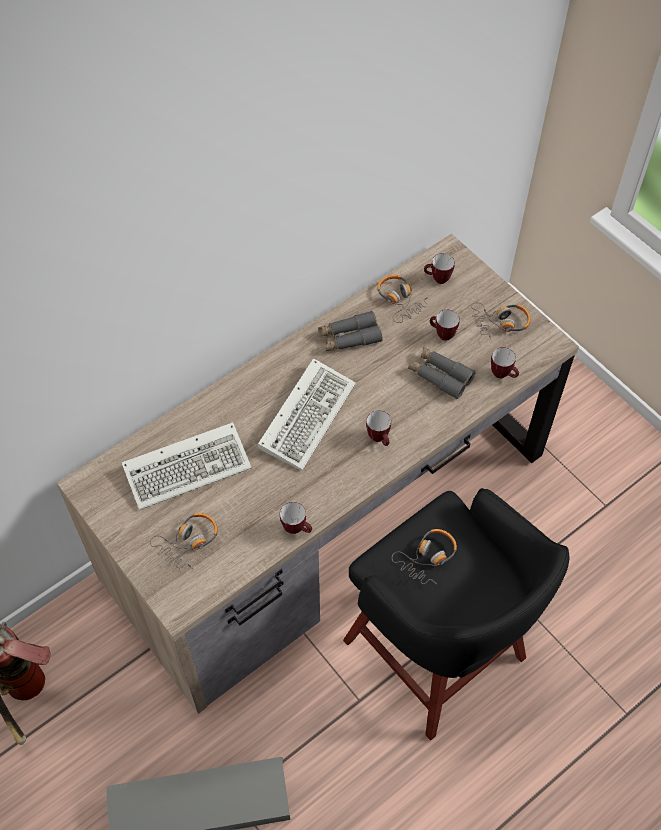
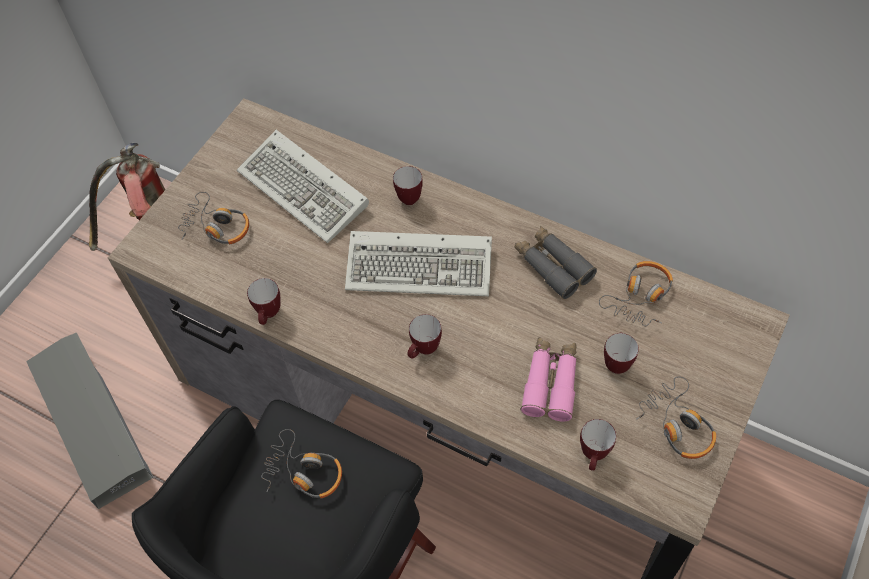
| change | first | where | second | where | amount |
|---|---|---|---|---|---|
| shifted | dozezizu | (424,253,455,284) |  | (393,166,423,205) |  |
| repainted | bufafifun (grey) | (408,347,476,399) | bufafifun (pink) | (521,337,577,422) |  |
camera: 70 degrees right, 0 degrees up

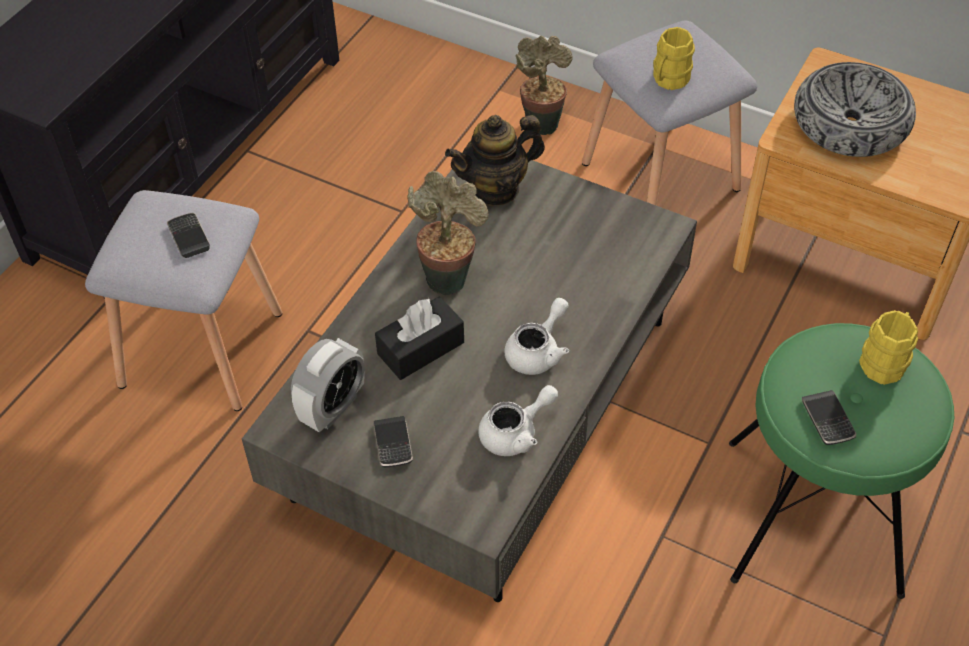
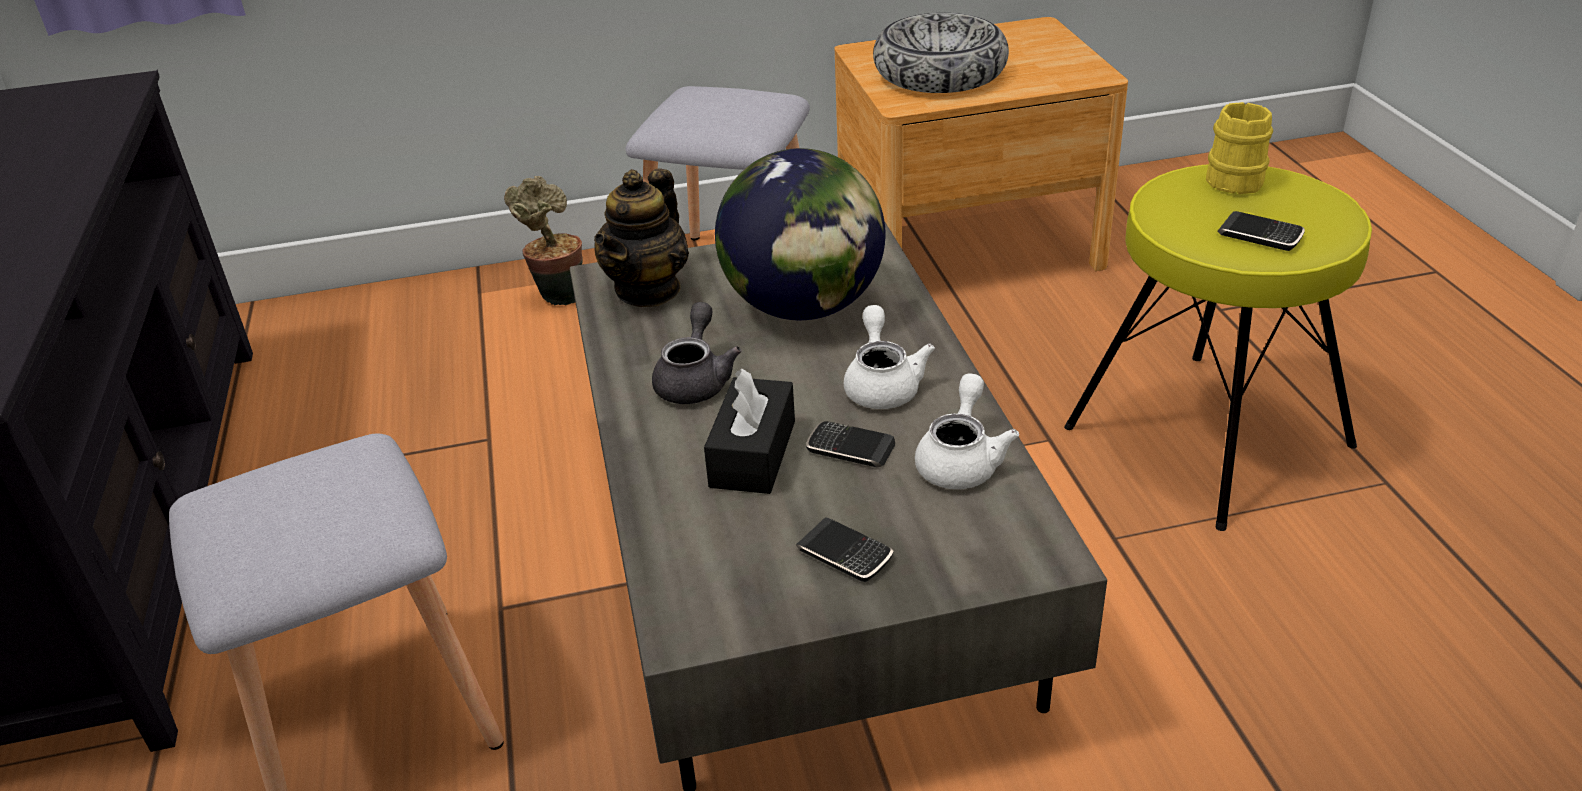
| change | first | where | second | where | amount |
|---|---|---|---|---|---|
| gone | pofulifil | (291,338,365,433) |  |  |  |
| gone | dozezizu (yellow) | (653,27,695,90) |  |  |  |
| new |  |  | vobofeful | (715,148,885,320) |  |
| shifted | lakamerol | (167,213,210,258) |  | (806,421,895,468) |  |
| swapped | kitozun | (407,171,489,295) | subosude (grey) | (652,302,742,404) |  |
| repainted | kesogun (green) | (729,323,954,599) | kesogun (yellow) | (1064,164,1372,531) |  |
camera: 40 degrees left, 15 degrees down

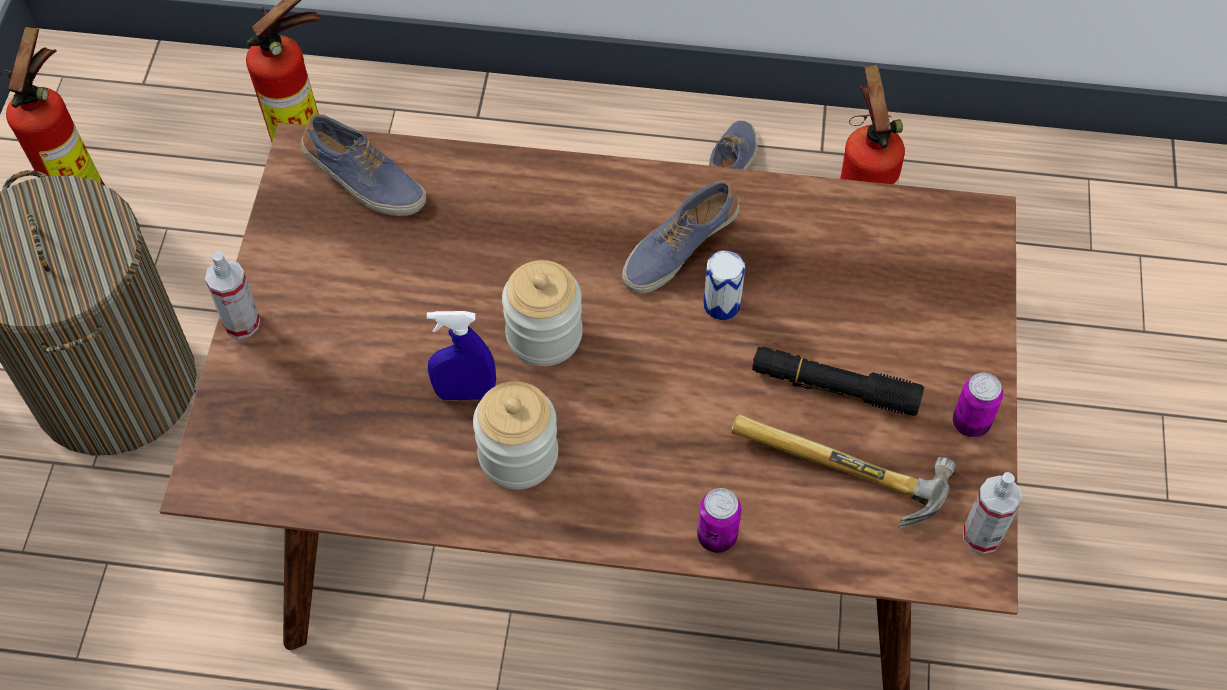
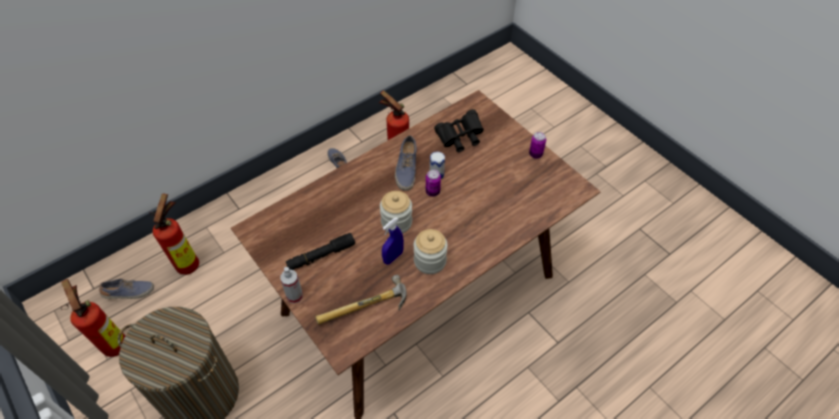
| change | first | where | second | where | amount |
|---|---|---|---|---|---|
| gone | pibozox | (963,472,1022,554) |  |  |  |
| new |  |  | bufafifun (black) | (434,109,484,152) |  |
| shifted | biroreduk | (301,114,426,216) |  | (99,279,154,299) |  |
| shifted | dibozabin | (697,488,741,553) |  | (426,169,441,197) |  |
| shifted | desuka | (731,414,956,529) |  | (315,275,407,325) |  |
| shifted | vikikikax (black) | (752,347,924,416) |  | (286,233,355,270) |  |
camera: 45 degrees left, 5 degrees down

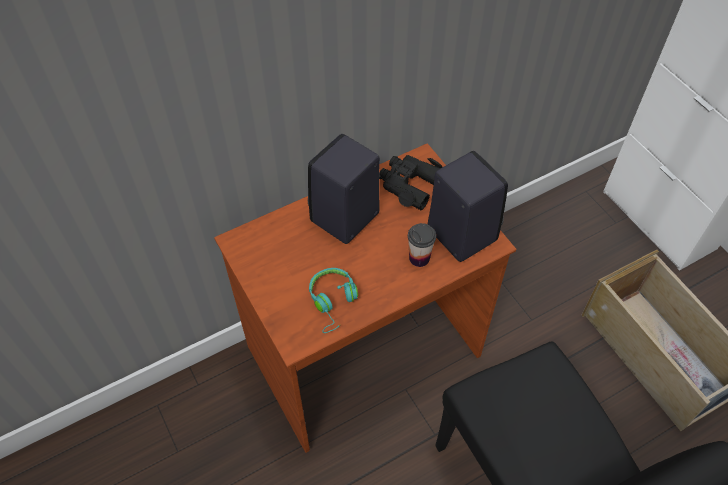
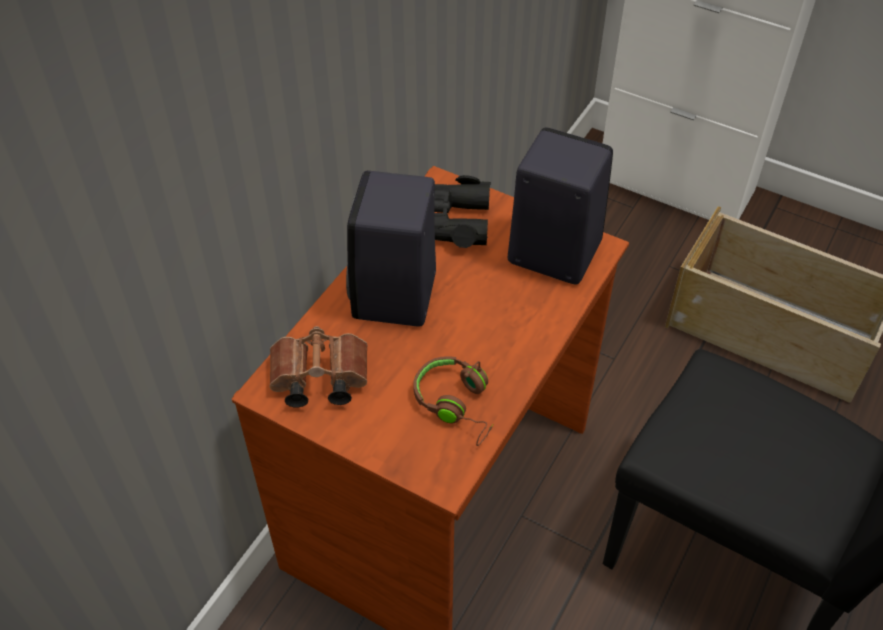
| change | first | where | second | where | amount |
|---|---|---|---|---|---|
| gone | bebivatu | (408,223,436,267) |  |  |  |
| new |  |  | bufafifun (brown) | (270,326,368,408) |  |
| repainted | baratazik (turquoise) | (309,268,358,333) | baratazik (brown) | (413,356,493,446) |  |
camera: 30 degrees left, 5 degrees down

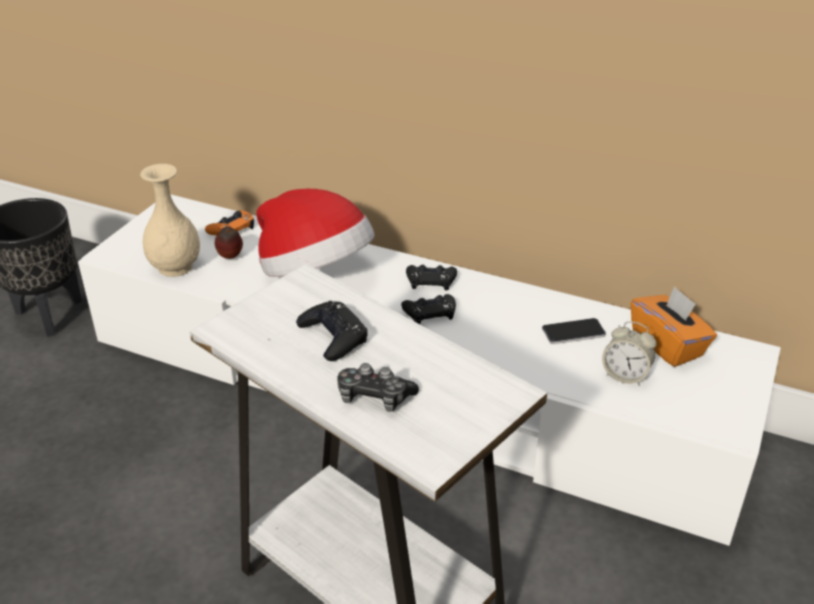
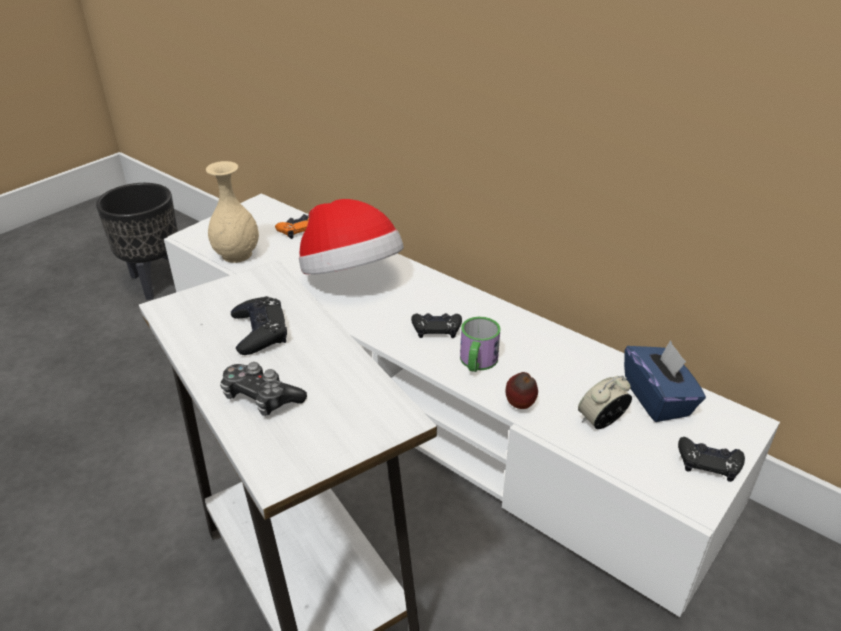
| change | first | where | second | where | amount |
|---|---|---|---|---|---|
| gone | lakamerol | (542,318,606,344) |  |  |  |
| new |  |  | dozezizu | (460,317,501,372) |  |
| shifted | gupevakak | (215,226,243,259) |  | (505,372,538,409) |  |
| shifted | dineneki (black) | (406,264,457,291) |  | (678,437,745,482) |  |
| repainted | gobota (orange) | (631,286,717,367) | gobota (blue) | (624,340,706,422) |  |
| rotated | pofulifil | (602,321,657,386) |  | (578,375,632,429) | 105 degrees clockwise |
camera: 15 degrees right, 0 degrees up

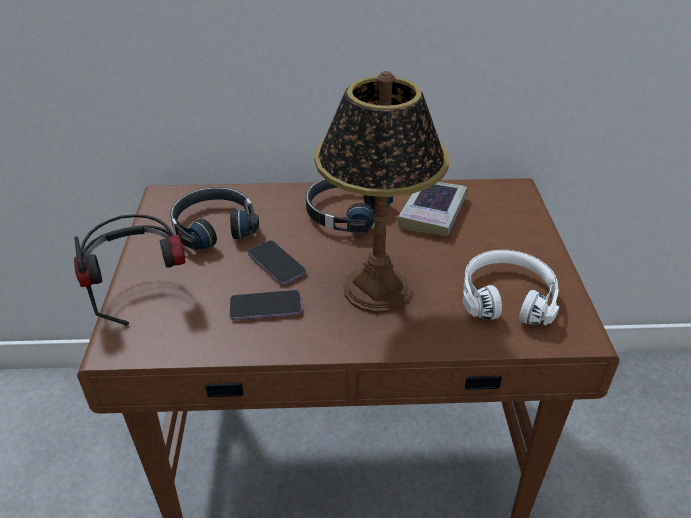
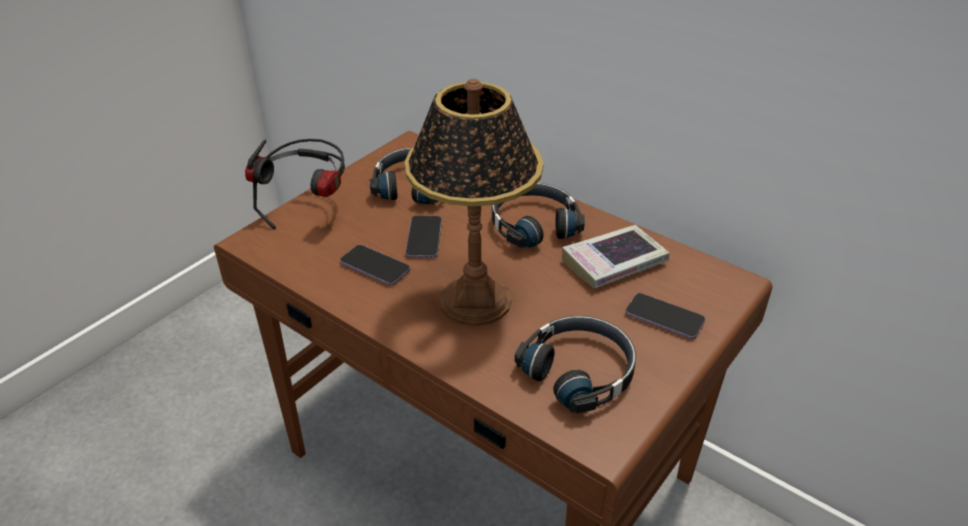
| change | first | where | second | where | amount |
|---|---|---|---|---|---|
| new |  |  | lakamerol | (625,293,705,339) |  |
| repainted | baratazik (white) | (463,250,560,325) | baratazik (black) | (515,316,636,413) |  |
camera: 40 degrees right, 0 degrees up

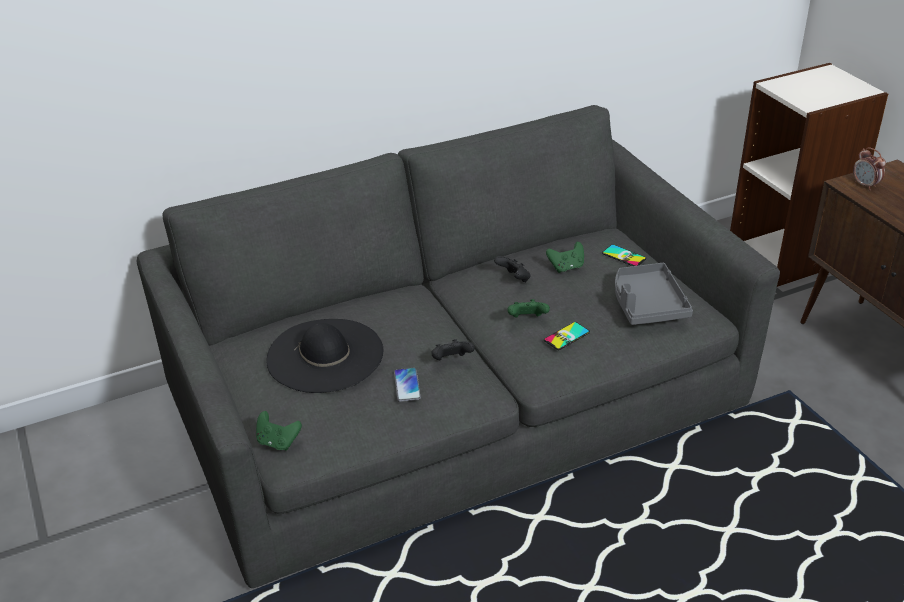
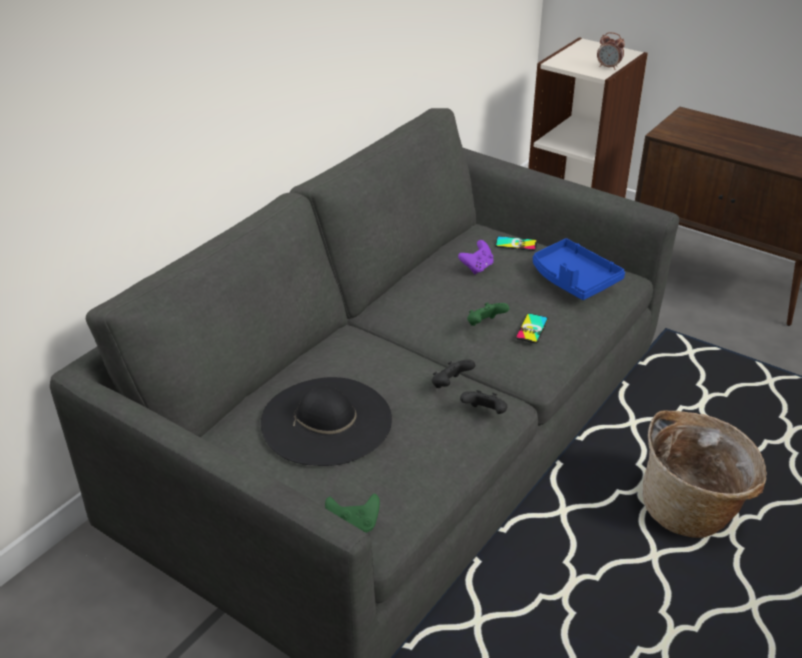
| change | first | where | second | where | amount |
|---|---|---|---|---|---|
| gone | lakamerol | (394,368,421,402) |  |  |  |
| new |  |  | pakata | (643,410,767,538) |  |
| shifted | dineneki (black) | (494,256,531,282) |  | (460,390,508,414) |  |
| shifted | pofulifil | (853,147,886,190) |  | (597,32,625,70) |  |
| repainted | dineneki (green) | (546,242,584,273) | dineneki (purple) | (458,240,494,274) |  |
| repainted | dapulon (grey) | (615,263,693,325) | dapulon (blue) | (533,238,625,300) |  |
camera: 30 degrees left, 0 degrees up

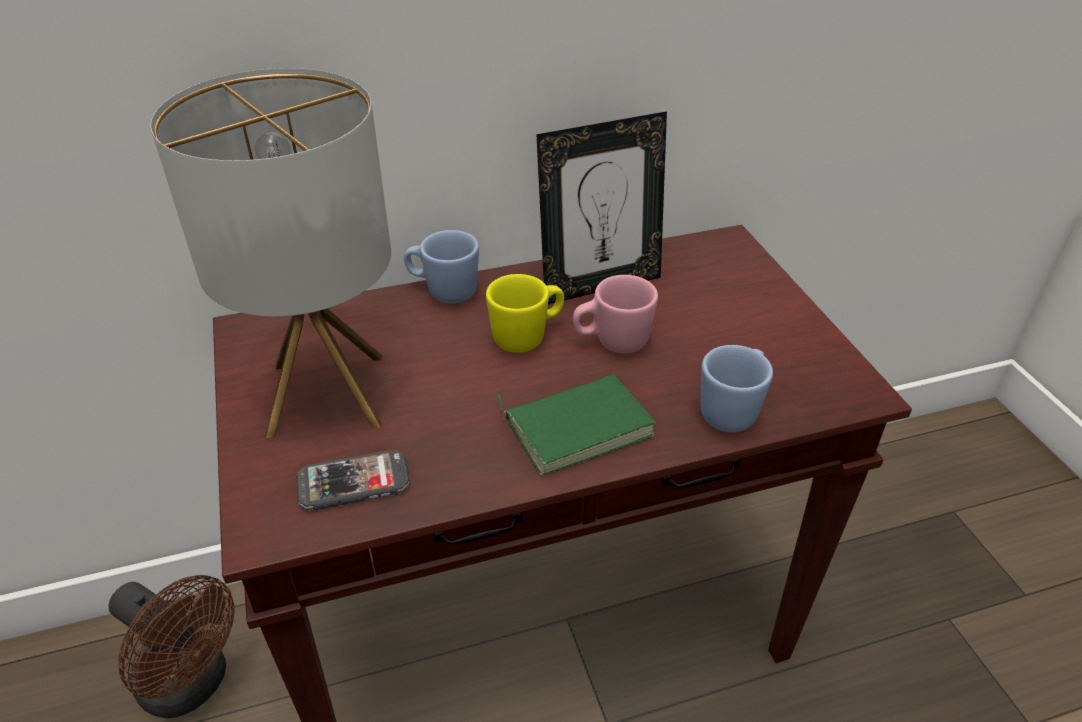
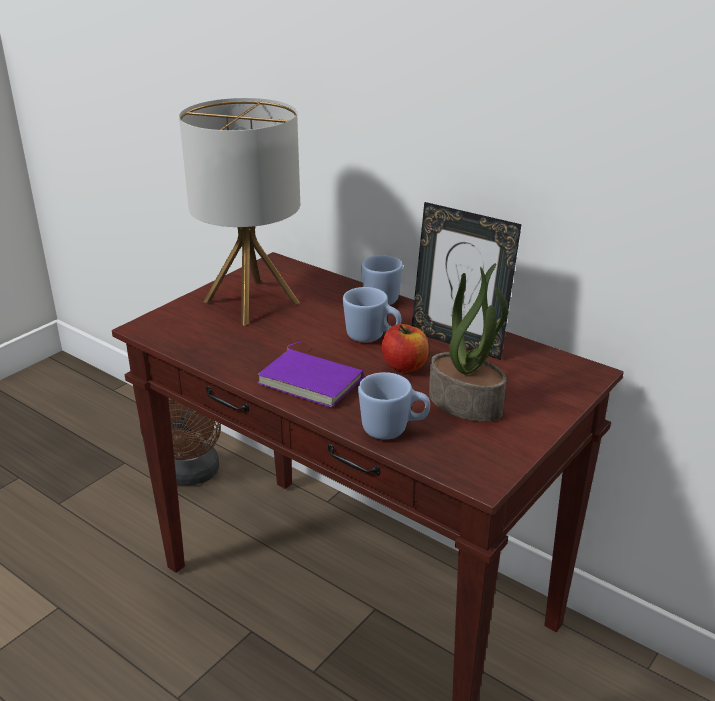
| change | first | where | second | where | amount |
|---|---|---|---|---|---|
| gone | lakamerol | (296,450,410,511) |  |  |  |
| new |  |  | kitozun | (429,263,509,422) |  |
| swapped | dozezizu (pink) | (573,275,658,353) | gupevakak | (382,324,429,372) |  |
| repainted | dozezizu (yellow) | (486,274,564,353) | dozezizu (blue) | (343,287,402,342) |  |
| repainted | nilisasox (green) | (496,374,656,475) | nilisasox (purple) | (257,342,363,408) |  |
camera: 55 degrees right, 10 degrees down

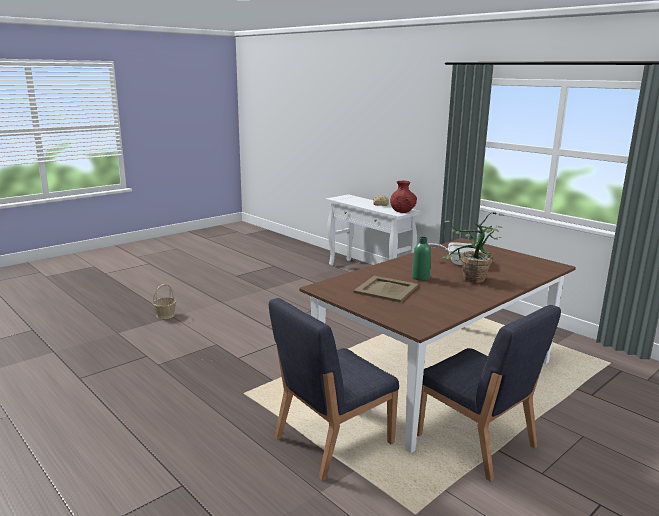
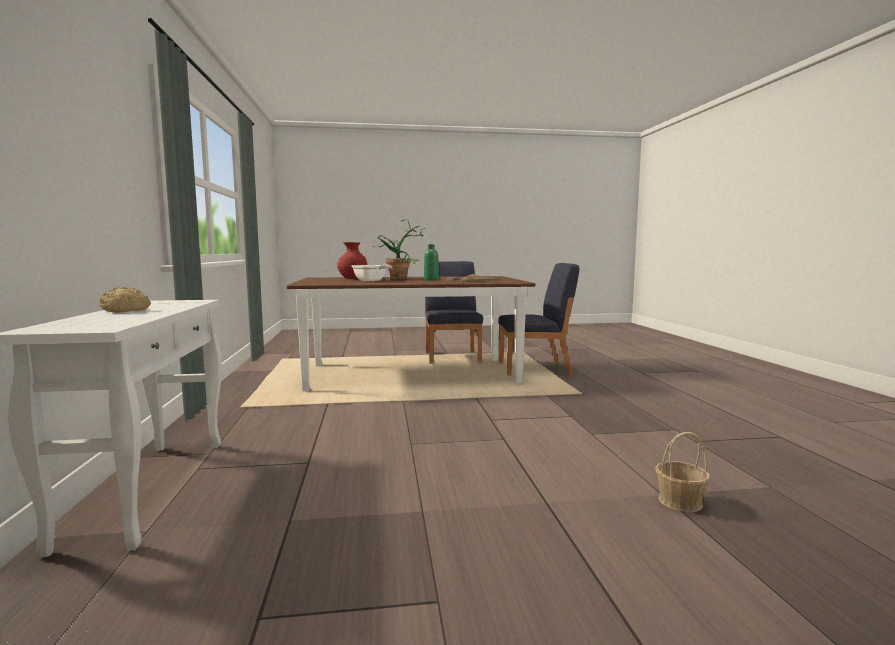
| change | first | where | second | where | amount |
|---|---|---|---|---|---|
| shifted | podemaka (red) | (390,181,417,213) |  | (337,242,367,279) |  |
camera: 145 degrees left, 10 degrees down

